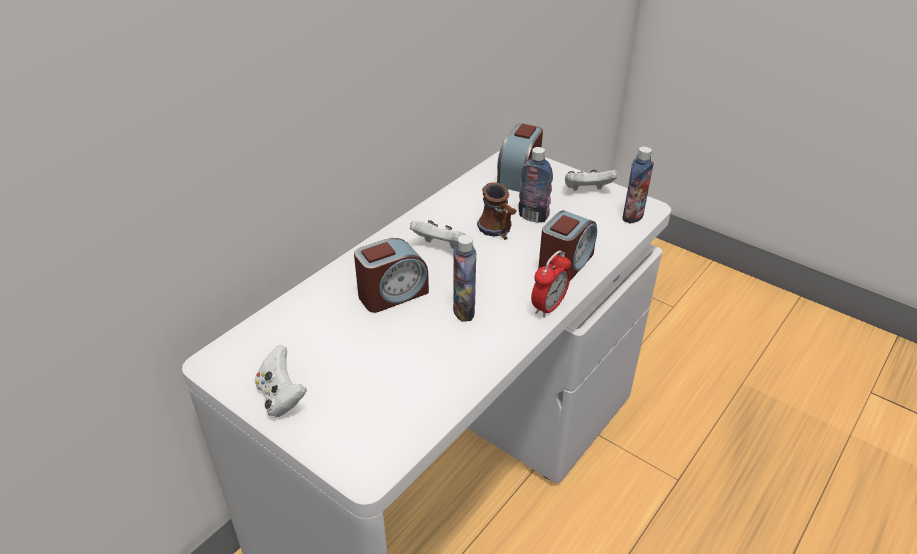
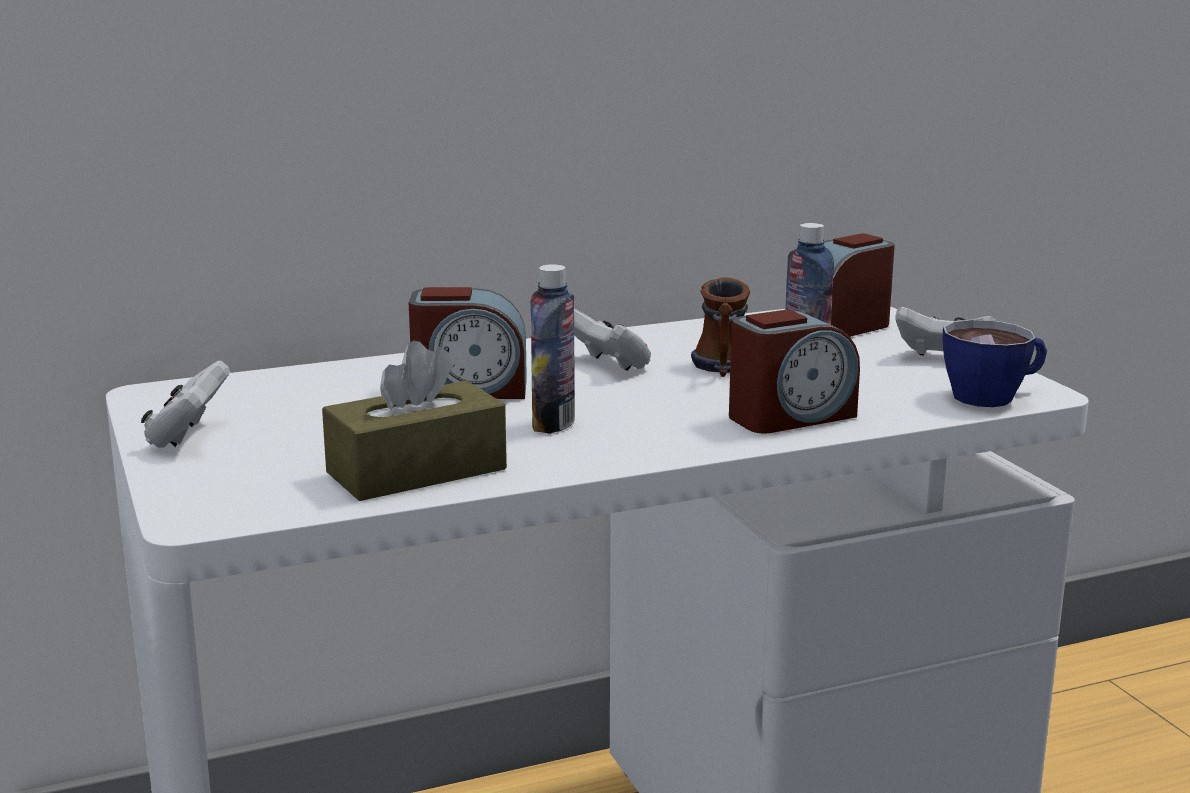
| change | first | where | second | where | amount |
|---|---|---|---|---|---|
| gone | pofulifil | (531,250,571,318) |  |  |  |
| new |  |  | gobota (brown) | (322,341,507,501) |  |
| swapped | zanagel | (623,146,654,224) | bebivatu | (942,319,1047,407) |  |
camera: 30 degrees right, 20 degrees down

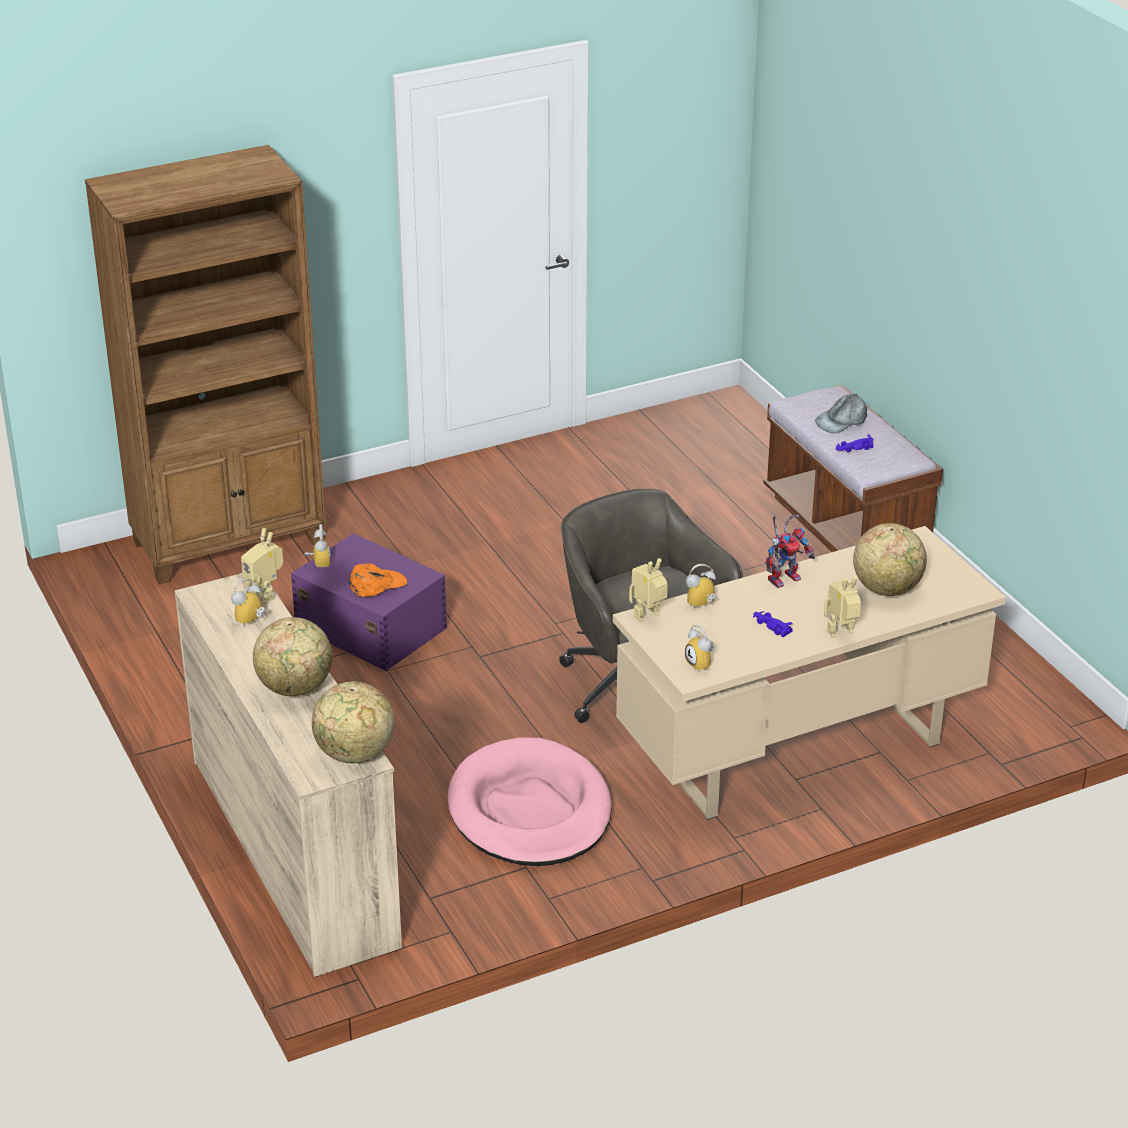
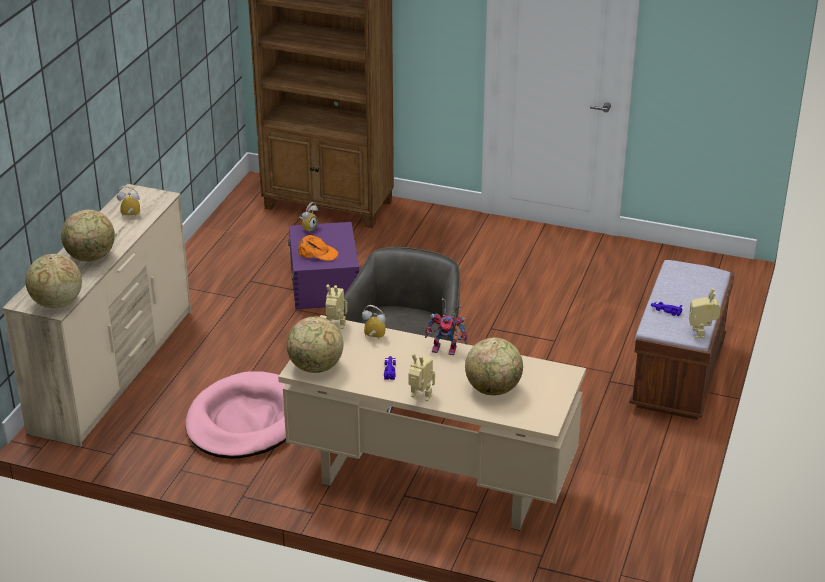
| change | first | where | second | where | amount |
|---|---|---|---|---|---|
| gone | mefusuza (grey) | (815,394,867,434) |  |  |  |
| shifted | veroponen | (241,528,283,605) |  | (689,288,721,339) |  |
| swapped | pofulifil | (685,625,715,671) | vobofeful | (287,317,343,373) |  |
camera: 45 degrees right, 0 degrees up

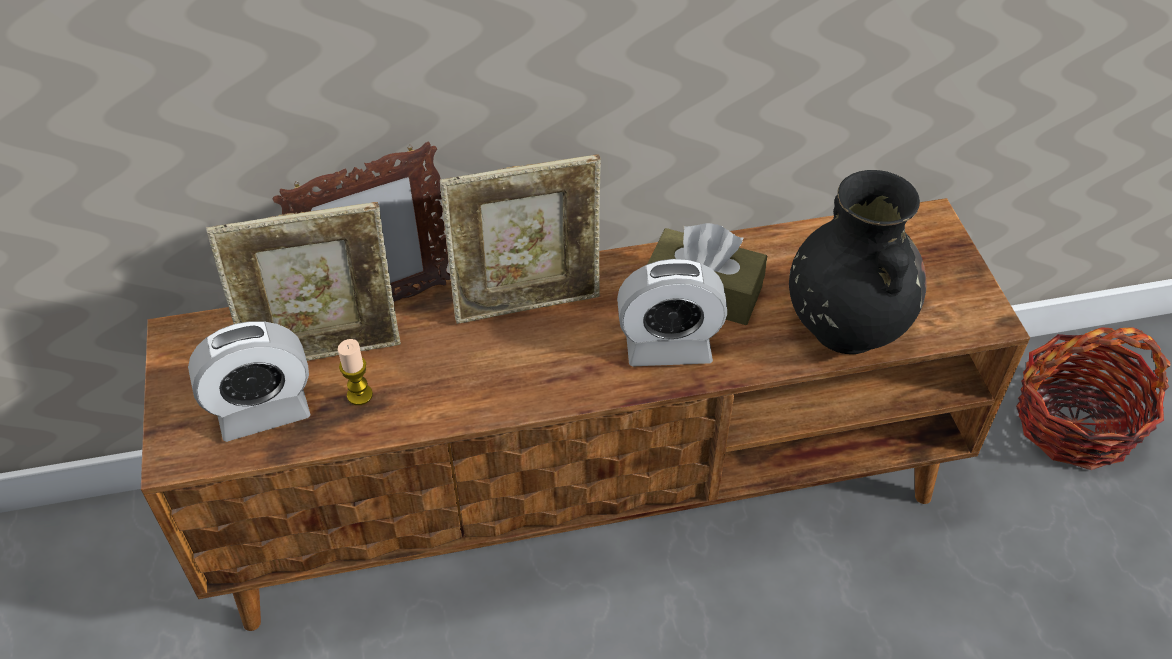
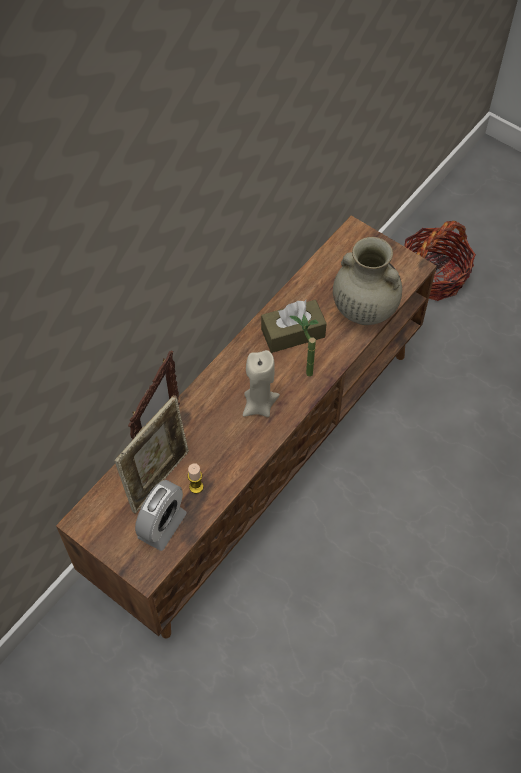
| change | first | where | second | where | amount |
|---|---|---|---|---|---|
| gone | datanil | (440,154,601,324) |  |  |  |
| new |  |  | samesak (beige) | (243,350,280,417) |  |
| swapped | pofulifil | (617,259,727,367) | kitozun | (289,315,318,377) |  |
| repainted | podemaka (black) | (789,170,927,354) | podemaka (beige) | (333,237,402,325) |  |
camera: 40 degrees left, 10 degrees up

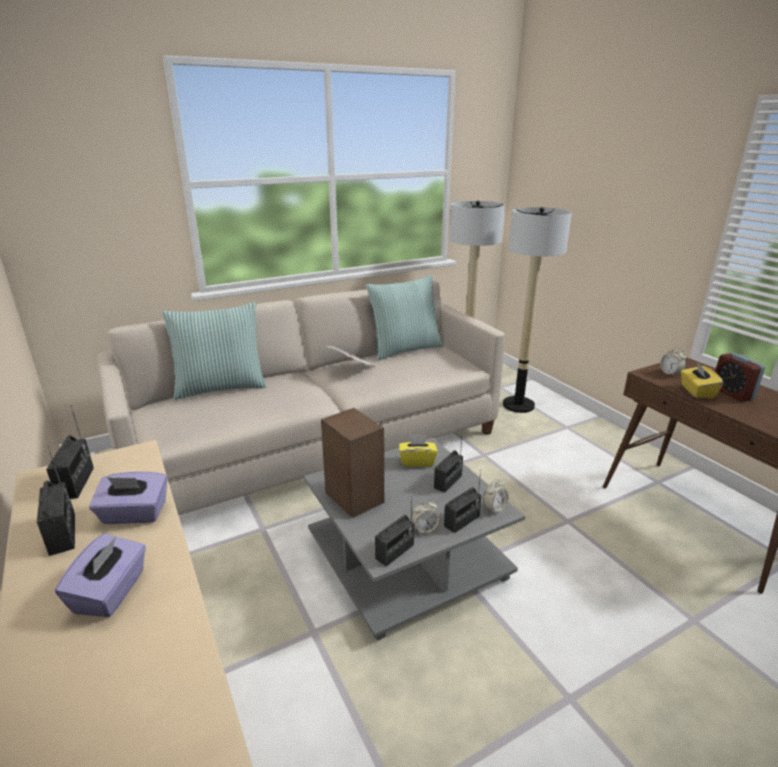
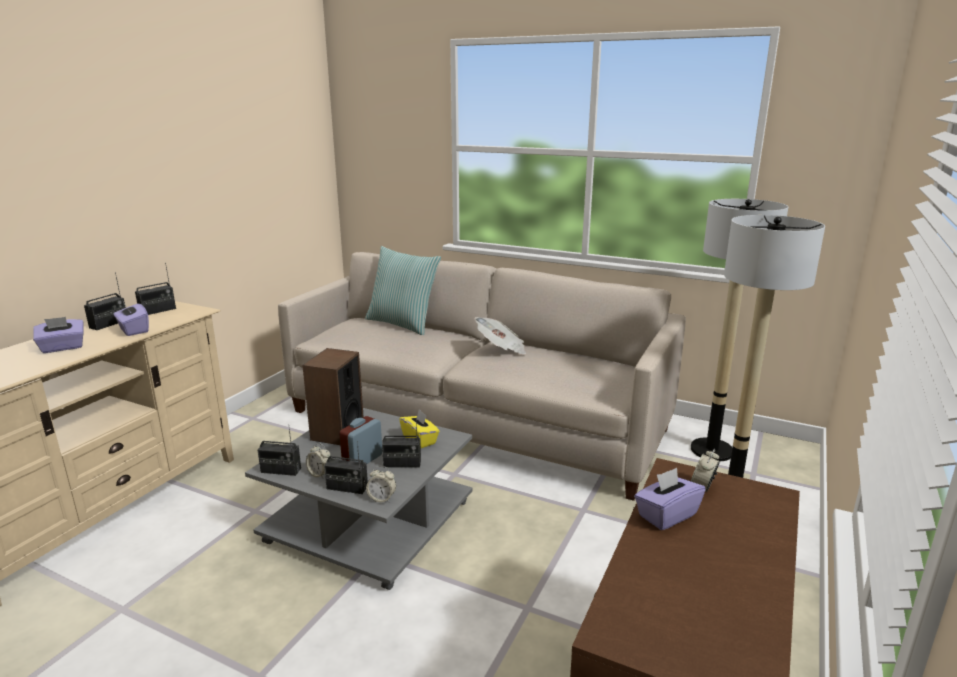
| change | first | where | second | where | amount |
|---|---|---|---|---|---|
| gone | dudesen | (366,275,444,360) |  |  |  |
| shifted | pofulifil | (715,353,765,401) |  | (339,416,382,464) |  |
| repainted | gobota (yellow) | (681,362,723,398) | gobota (purple) | (634,468,705,530) |  |
camera: 55 degrees right, 5 degrees down

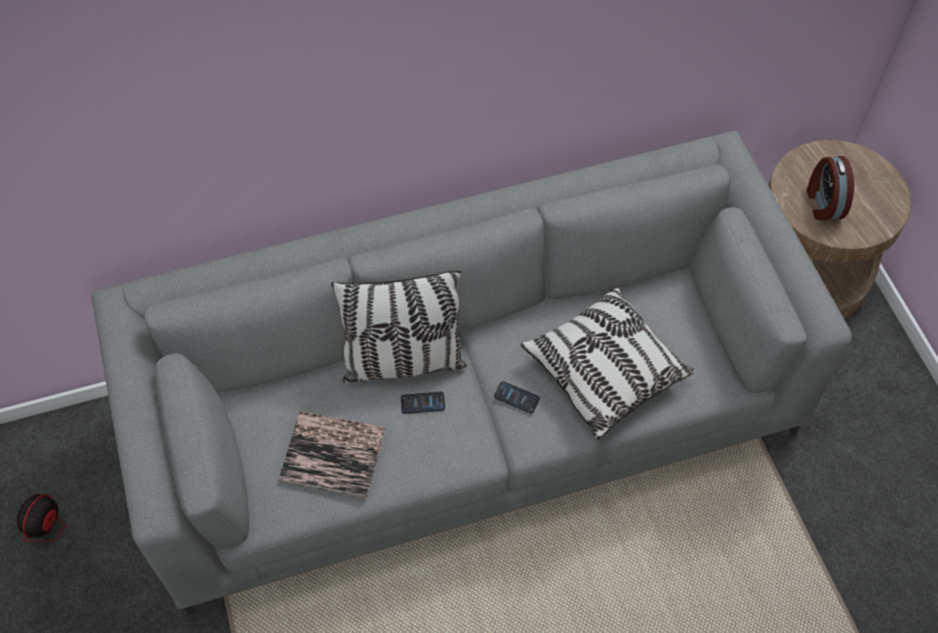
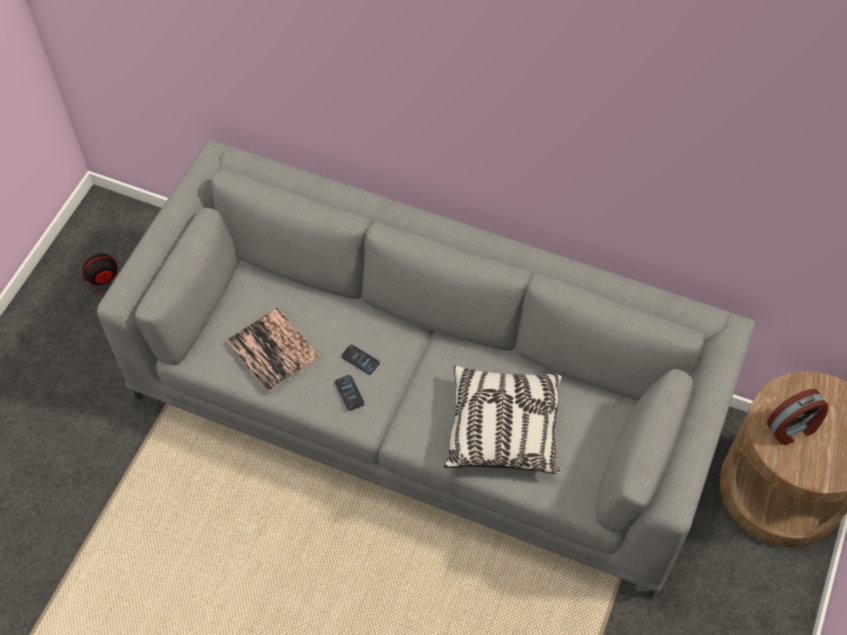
| change | first | where | second | where | amount |
|---|---|---|---|---|---|
| gone | dudesen | (331,270,467,383) |  |  |  |
| shifted | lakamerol | (494,381,540,413) |  | (335,375,364,411) |  |
| rotated | pofulifil | (807,156,854,220) |  | (767,389,828,445) | 150 degrees counterclockwise |
camera: 40 degrees right, 0 degrees up

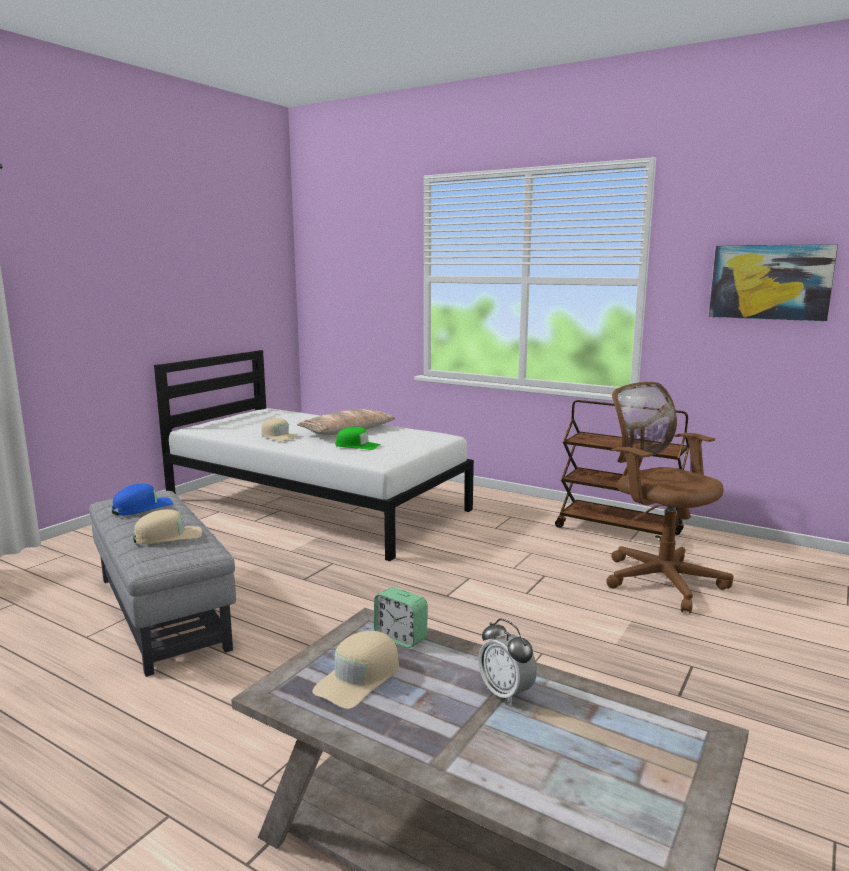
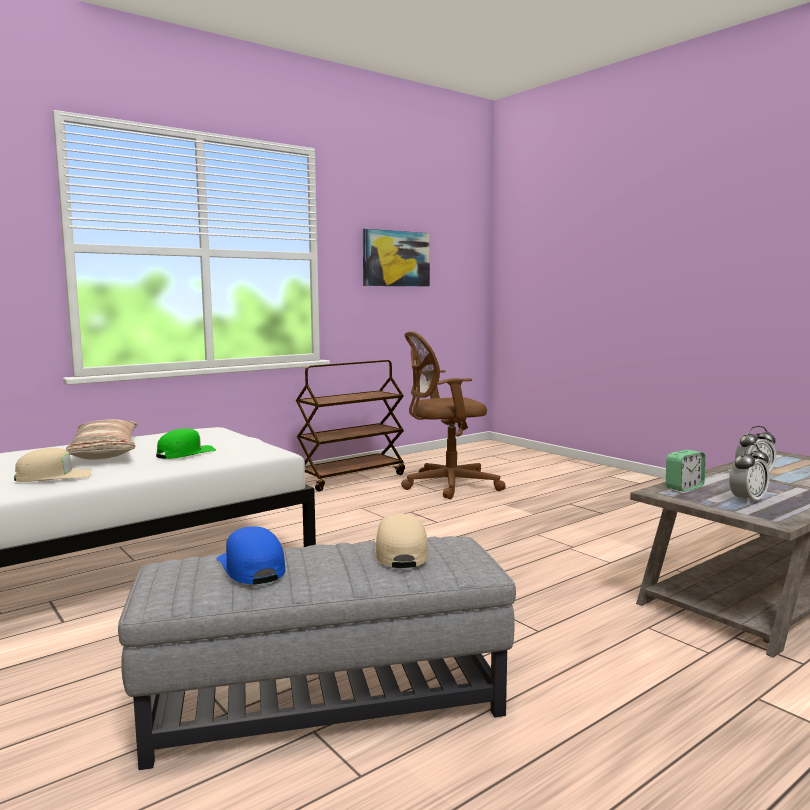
| change | first | where | second | where | amount |
|---|---|---|---|---|---|
| swapped | mefusuza (beige) | (312,631,399,709) | pofulifil | (729,444,770,504) |  |
camera: 70 degrees left, 5 degrees down

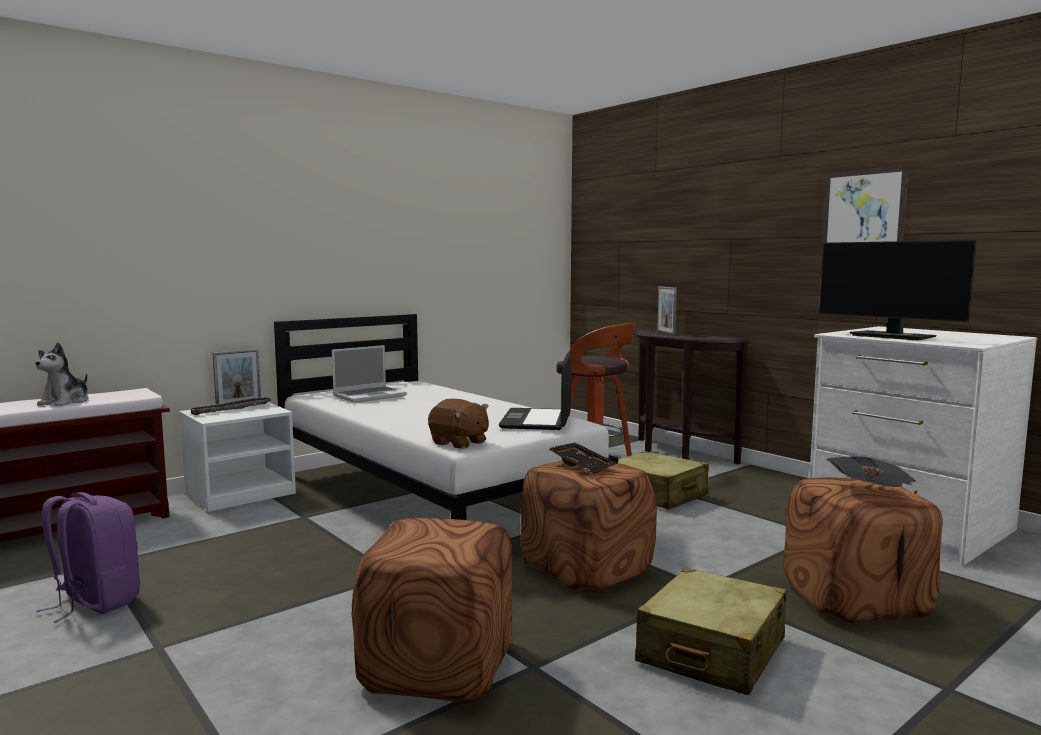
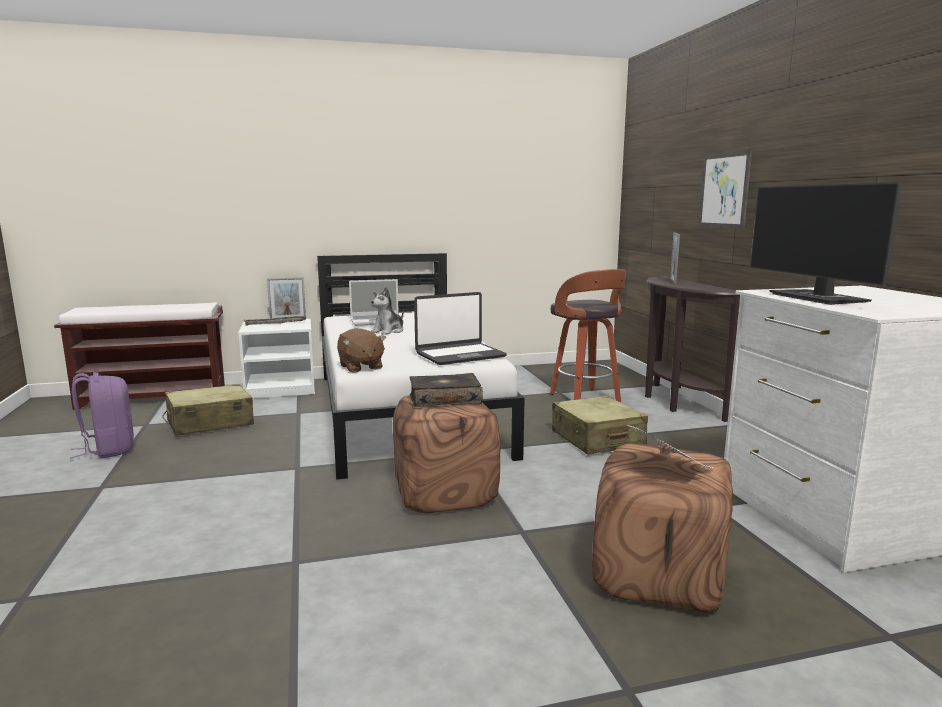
| change | first | where | second | where | amount |
|---|---|---|---|---|---|
| gone | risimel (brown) | (352,518,513,704) |  |  |  |
| shifted | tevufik | (35,342,88,406) |  | (371,287,404,335) |  |
| shifted | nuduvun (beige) | (635,568,786,695) |  | (162,384,254,436) |  |
| shifted | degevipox | (821,165,909,253) |  | (698,150,752,229) |  |
| swapped | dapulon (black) | (547,442,618,474) | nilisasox | (409,373,483,407) |  |
| rotated | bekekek | (499,353,571,430) |  | (414,292,507,365) | 150 degrees counterclockwise |
camera: 25 degrees right, 5 degrees up

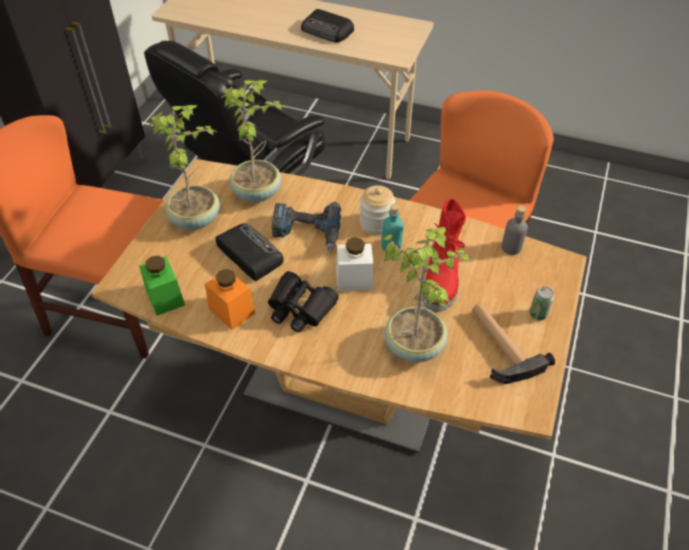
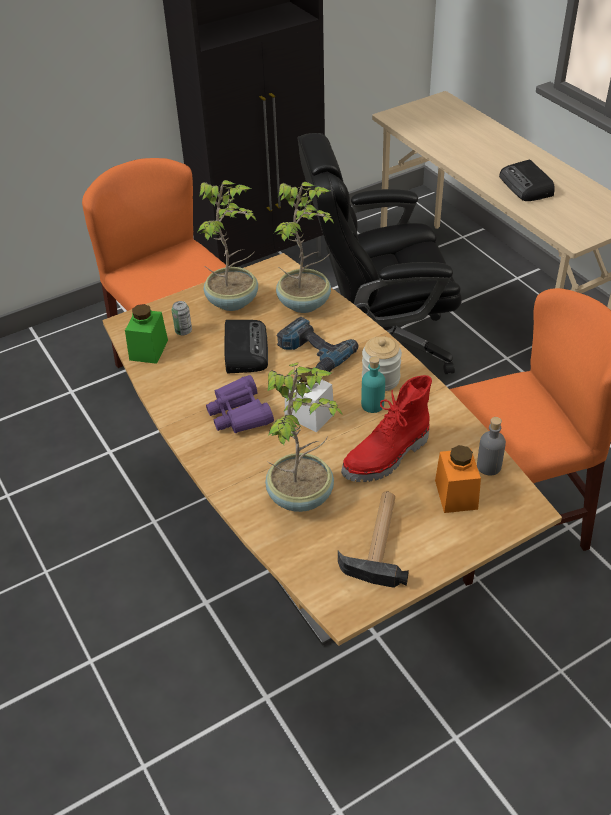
| change | first | where | second | where | amount |
|---|---|---|---|---|---|
| shifted | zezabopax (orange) | (205,269,255,330) |  | (435,445,481,513) |  |
| shifted | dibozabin | (529,287,554,320) |  | (172,301,192,335) |  |
| repainted | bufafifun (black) | (268,271,339,332) | bufafifun (purple) | (206,375,274,433) |  |
camera: 40 degrees right, 5 degrees down

